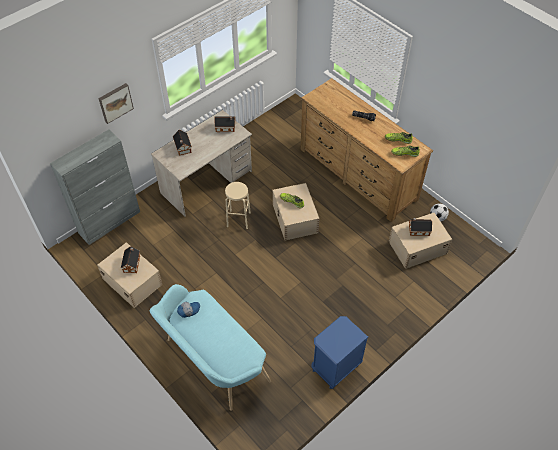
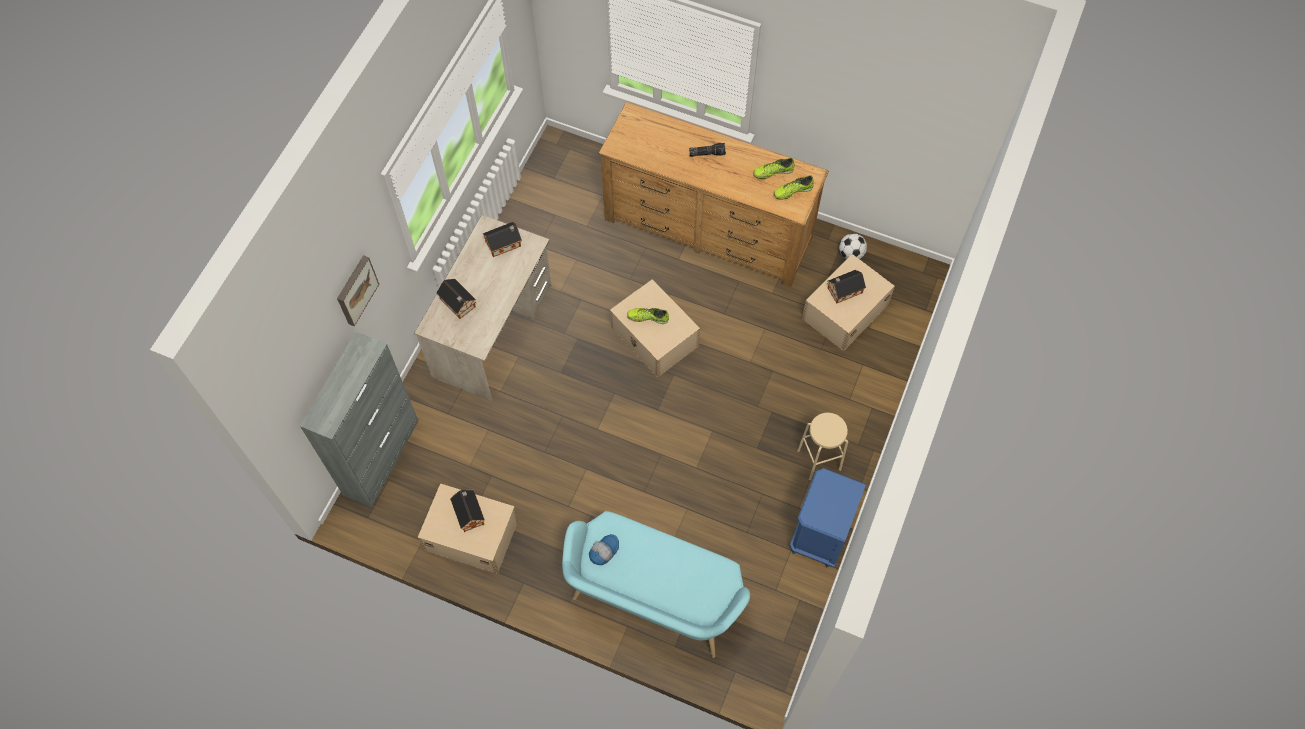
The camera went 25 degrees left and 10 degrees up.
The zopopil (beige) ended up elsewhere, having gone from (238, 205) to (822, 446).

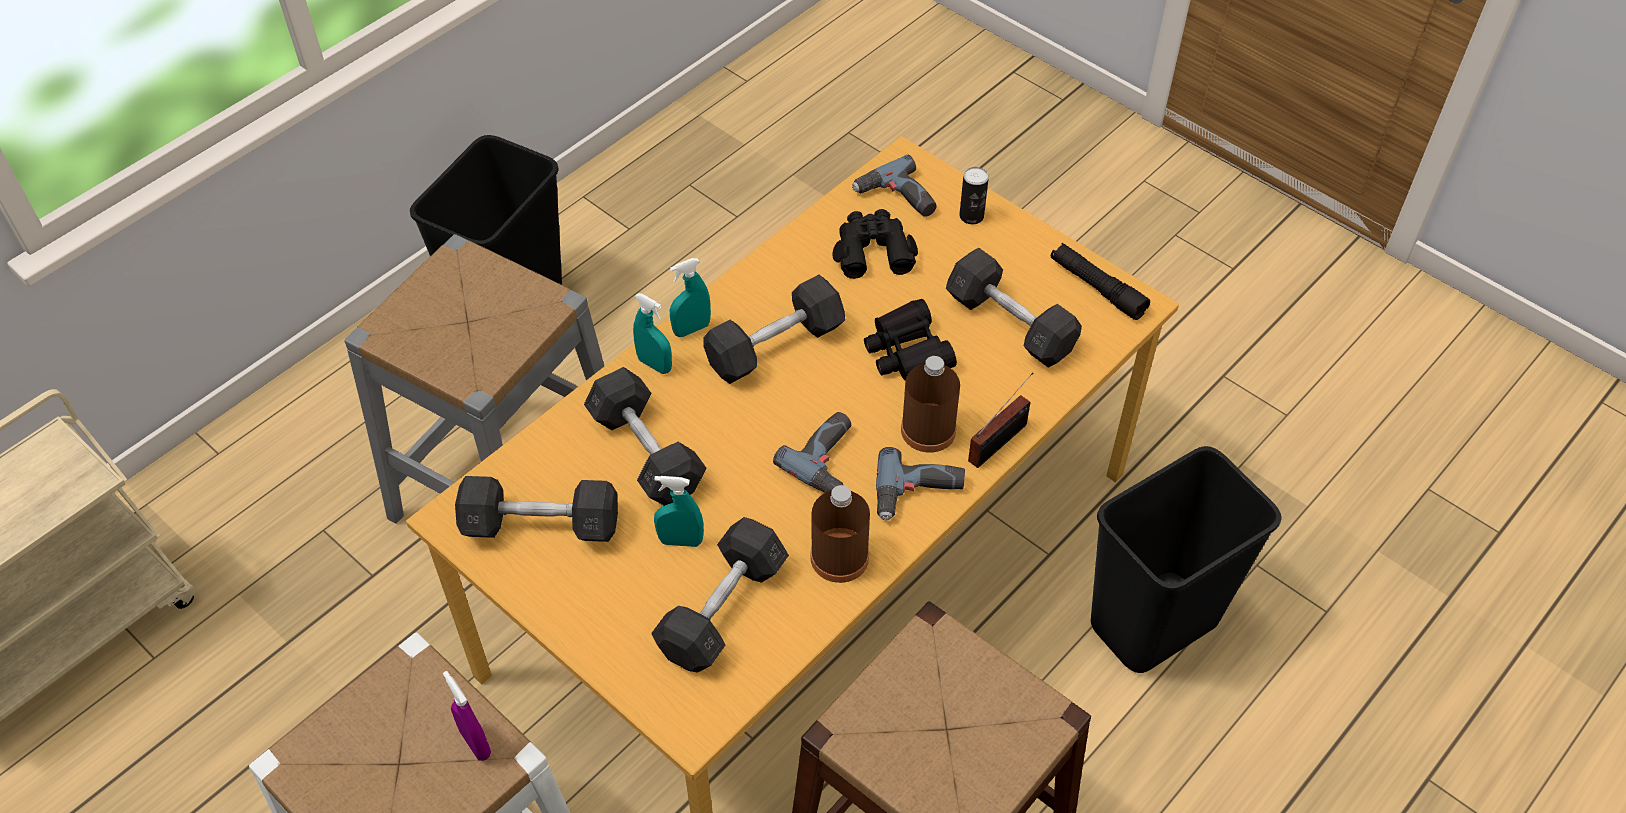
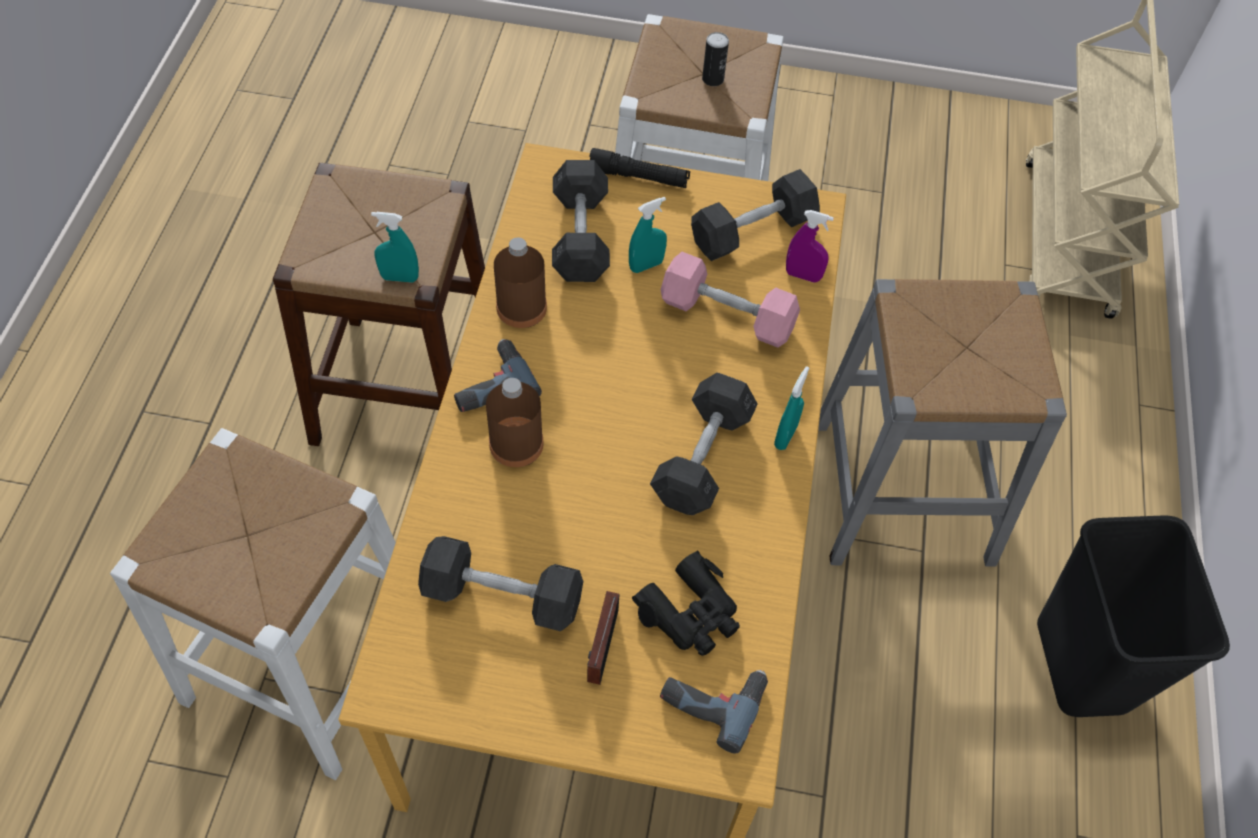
The camera went 145 degrees right and 5 degrees up.
Where the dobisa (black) stood at (1186, 559), the zopopil (white) came to stand at (253, 604).
The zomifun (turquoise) ended up elsewhere, having gone from (652, 333) to (395, 247).
The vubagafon ended up elsewhere, having gone from (1000, 420) to (603, 638).
The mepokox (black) ended up elsewhere, having gone from (1100, 281) to (640, 168).
What was the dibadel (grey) at (645, 436) turned into the dibadel (pink) at (730, 300).
The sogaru ended up elsewhere, having gone from (974, 195) to (715, 59).
The zomifun (purple) ended up elsewhere, having gone from (467, 716) to (810, 246).
The second view lost the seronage at (812, 452).
The second view lost the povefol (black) at (910, 340).

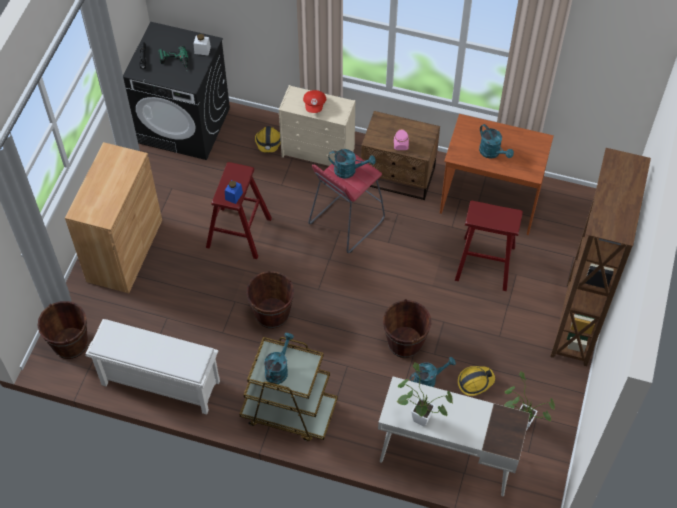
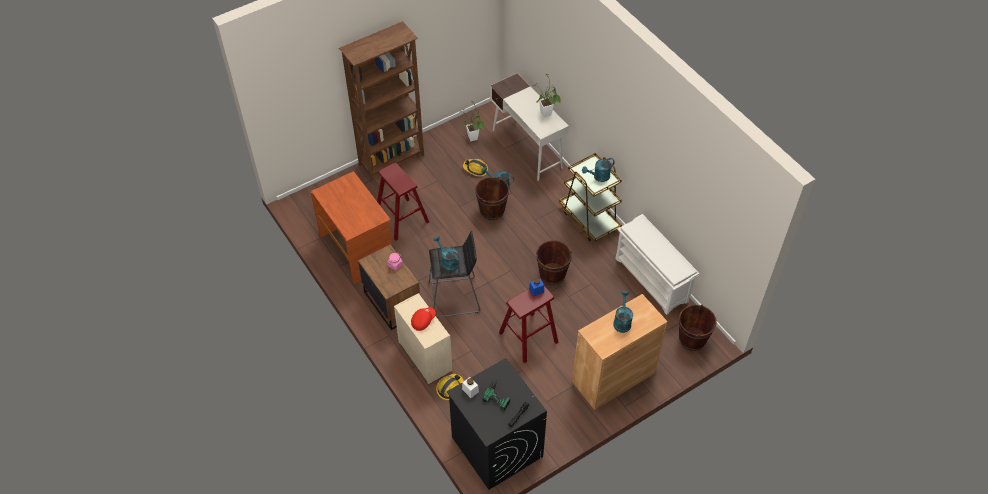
The camera went 140 degrees left and 5 degrees down.
What was the zopopil (red) at (346, 203) turned into the zopopil (black) at (454, 274).
The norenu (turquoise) ended up elsewhere, having gone from (496, 141) to (623, 312).

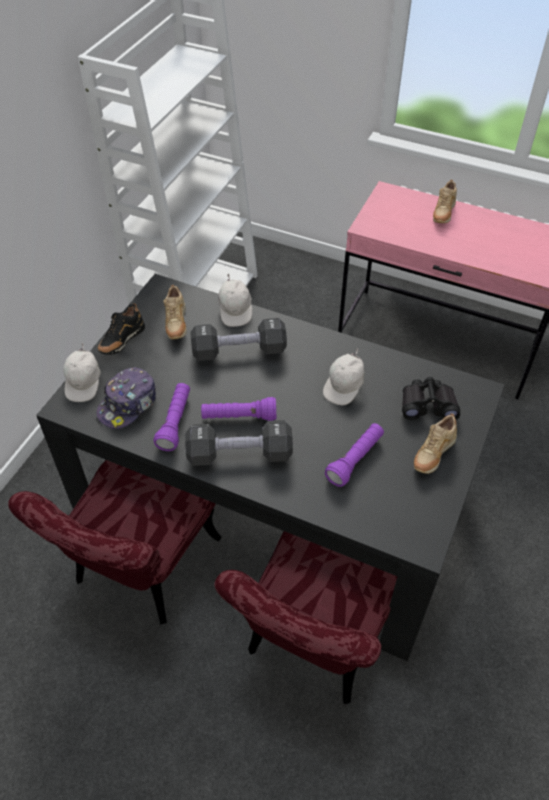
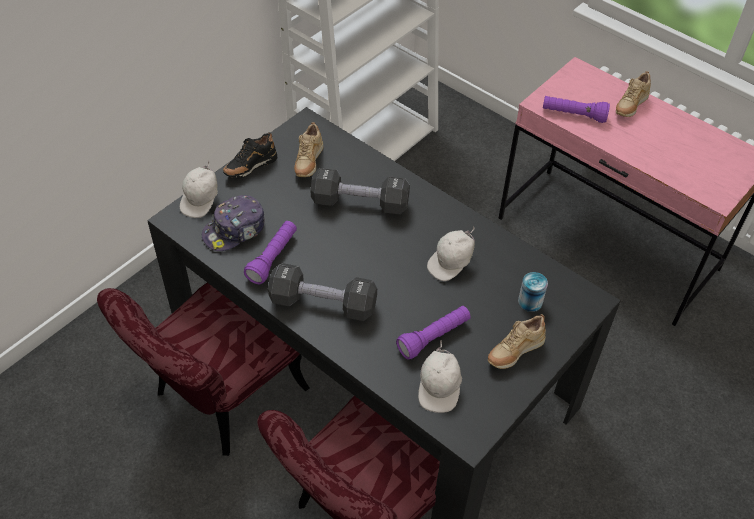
The camera went 15 degrees right and 0 degrees up.
The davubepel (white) ended up elsewhere, having gone from (235, 300) to (440, 376).
Where the povefol (black) stood at (431, 398), the sogaru came to stand at (533, 292).
The mepokox (purple) ended up elsewhere, having gone from (238, 409) to (576, 109).

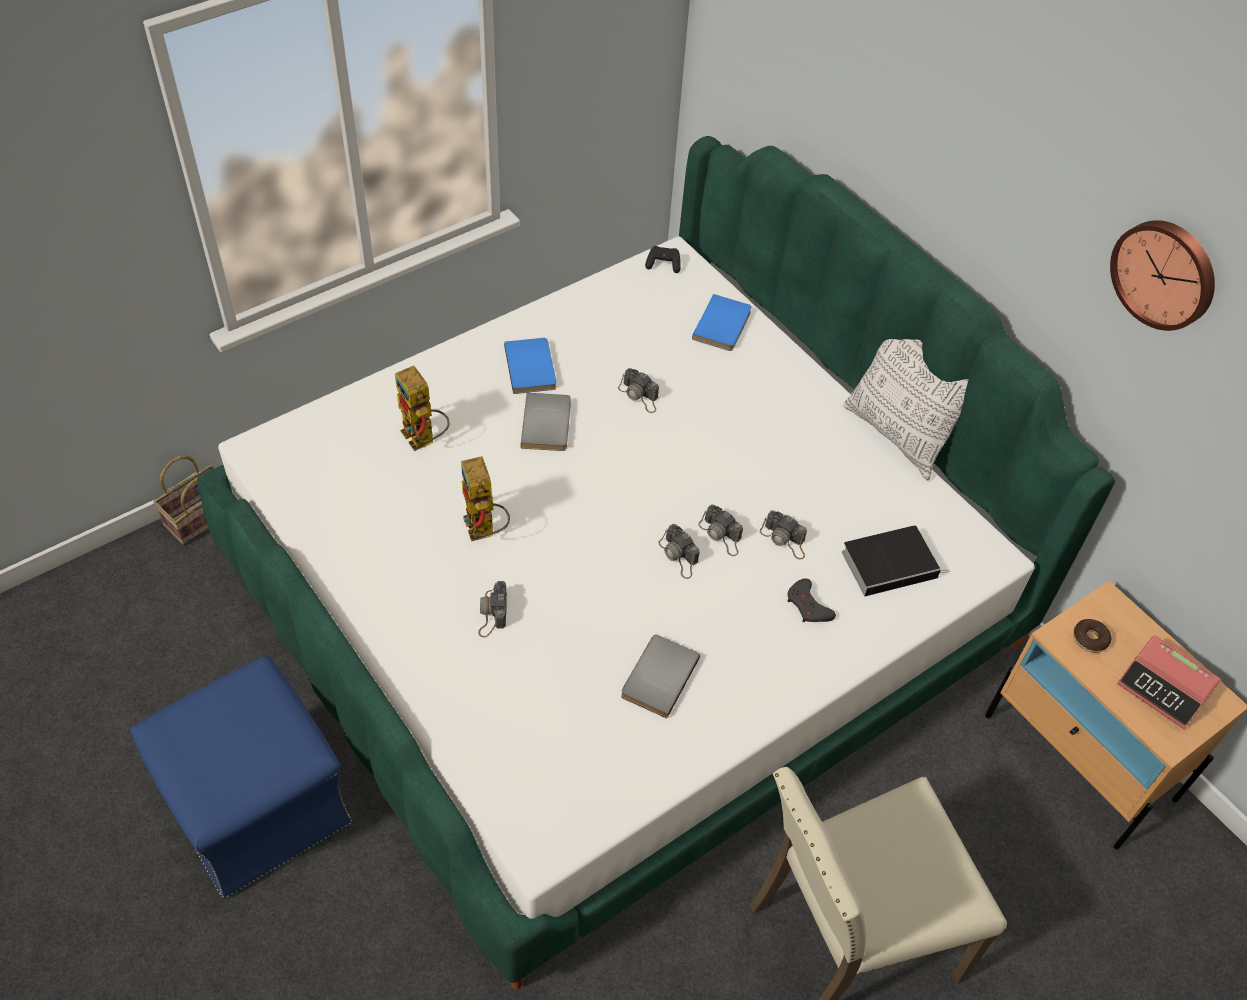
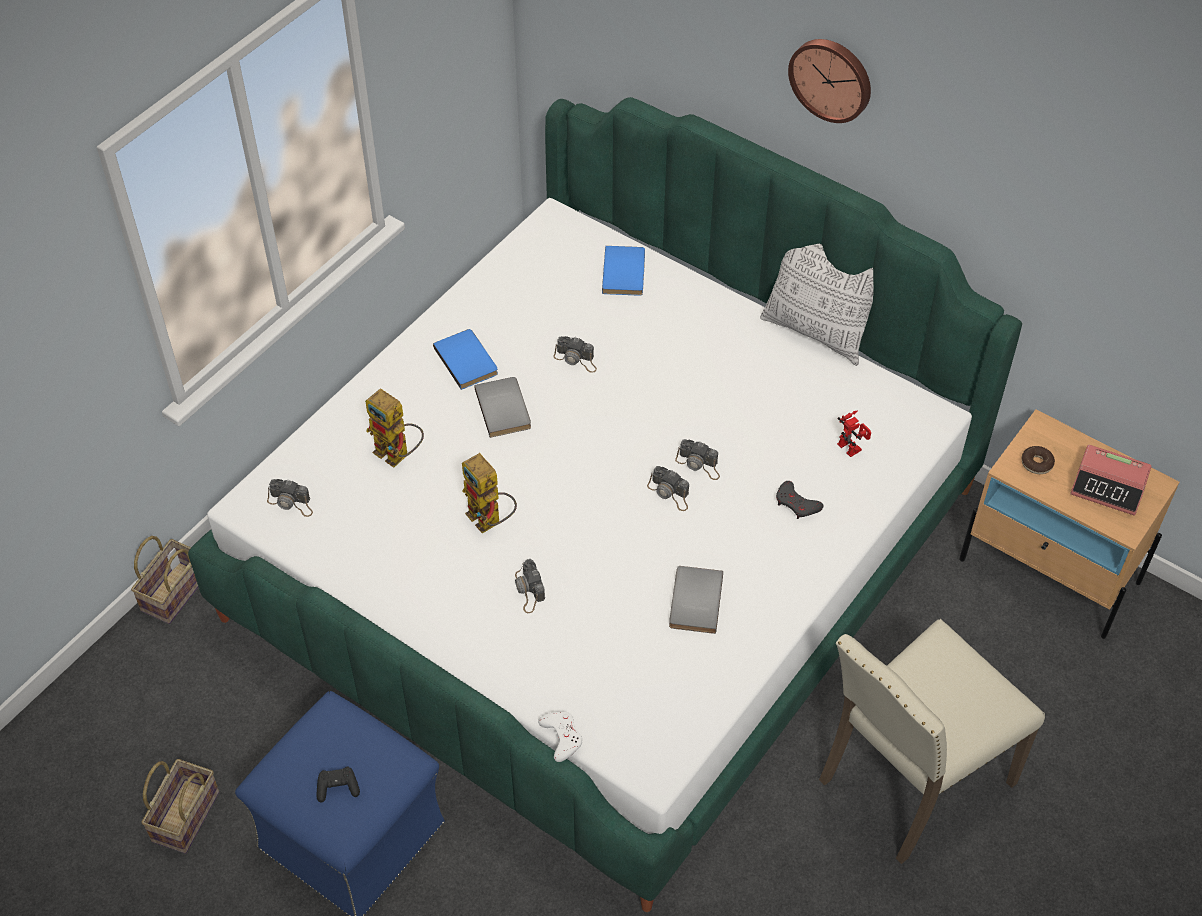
The camera went 15 degrees left and 0 degrees up.
The second view gained the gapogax at (180, 806).
The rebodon ended up elsewhere, having gone from (783, 535) to (290, 498).
The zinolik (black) ended up elsewhere, having gone from (663, 259) to (338, 785).
The second view gained the zinolik (white) at (560, 736).
The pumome ended up elsewhere, having gone from (1162, 275) to (829, 81).
Where the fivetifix stood at (896, 561), the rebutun came to stand at (854, 433).

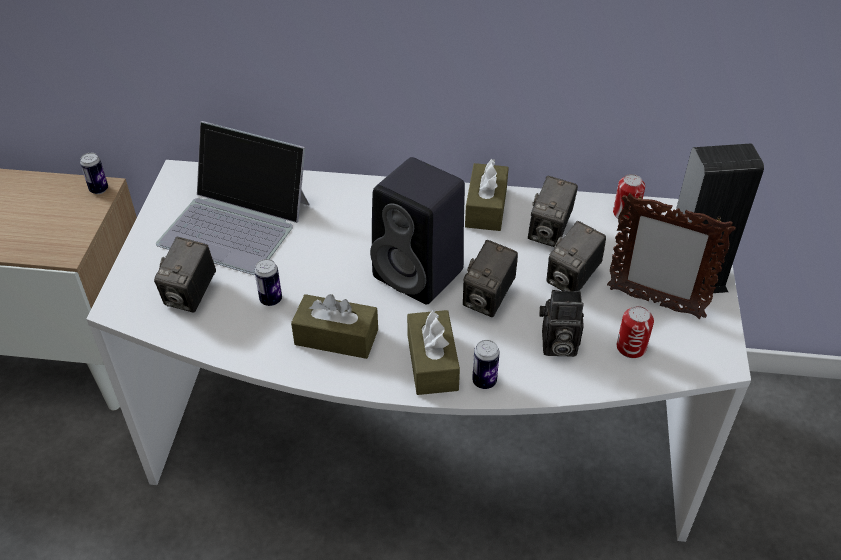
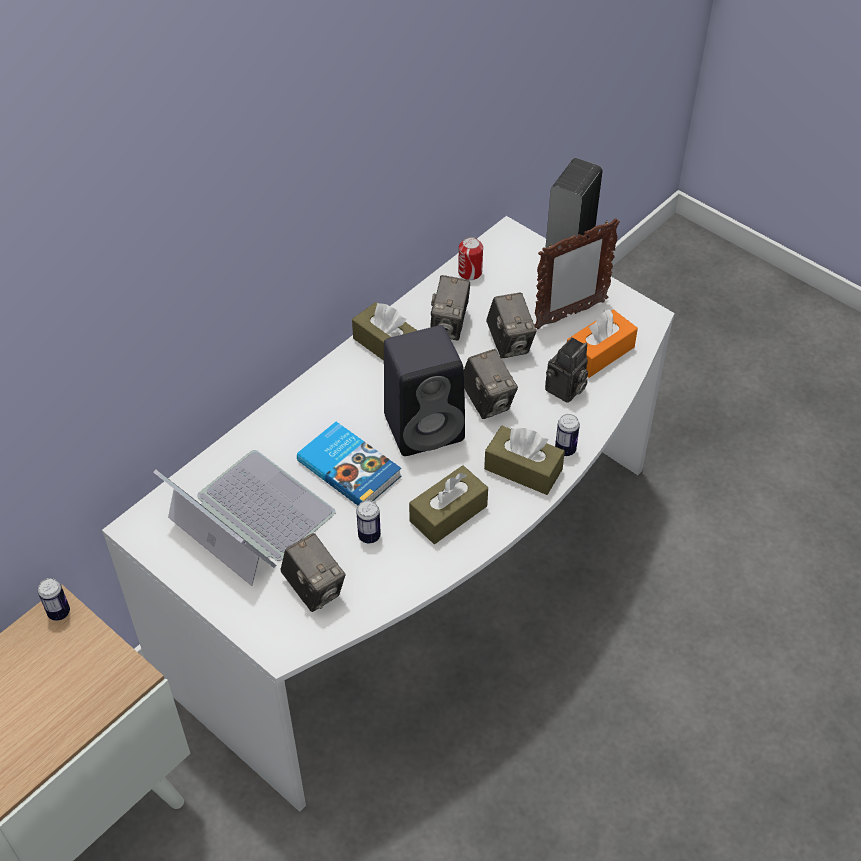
The camera went 55 degrees left and 5 degrees up.
The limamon at (233, 198) ended up facing another way, 105 degrees counterclockwise from before.
The second view gained the fivetifix at (349, 464).
The rebodon at (553, 211) ended up facing another way, 45 degrees clockwise from before.
Where the sogaru stood at (635, 332), the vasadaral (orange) came to stand at (602, 343).

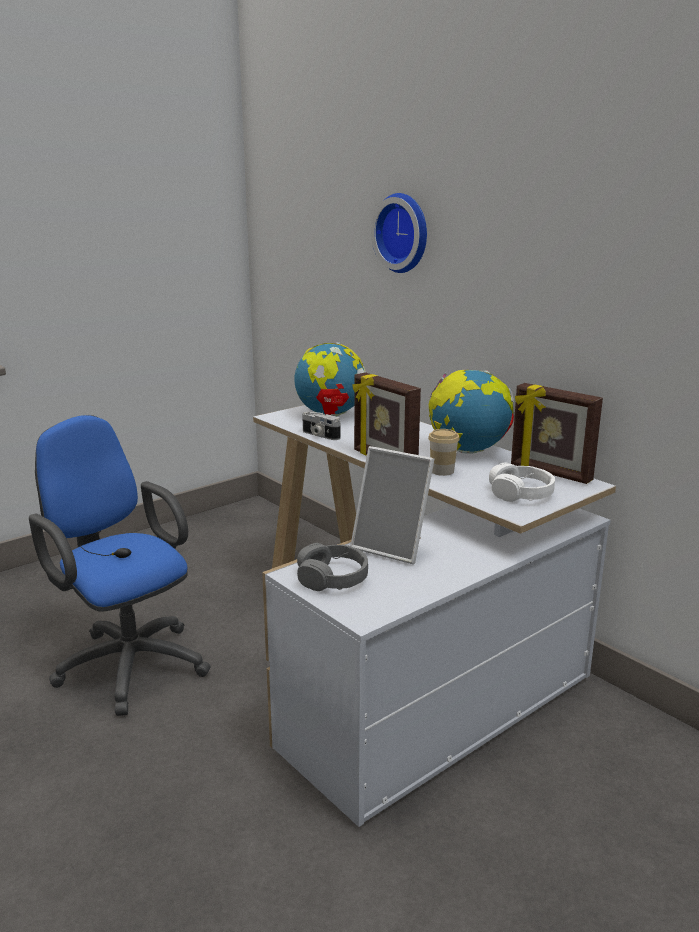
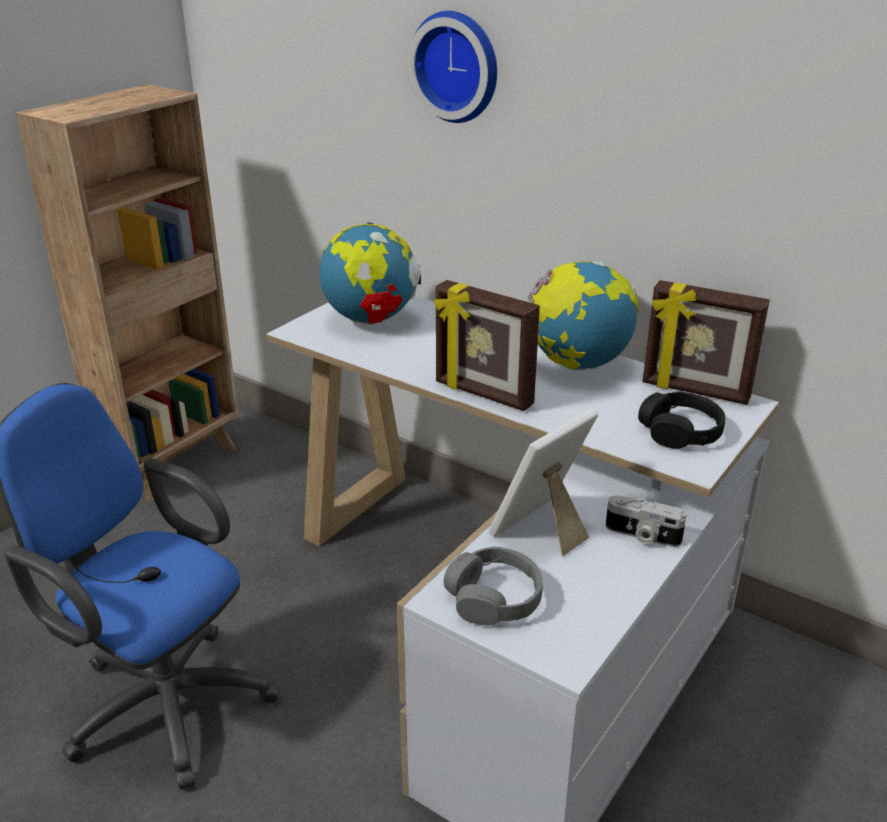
The camera went 15 degrees left and 10 degrees up.
The second view gained the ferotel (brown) at (127, 293).
The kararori at (392, 505) ended up facing another way, 120 degrees clockwise from before.
The rebodon ended up elsewhere, having gone from (321, 426) to (646, 521).
What was the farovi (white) at (522, 482) turned into the farovi (black) at (681, 420).
The second view lost the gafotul at (444, 452).

